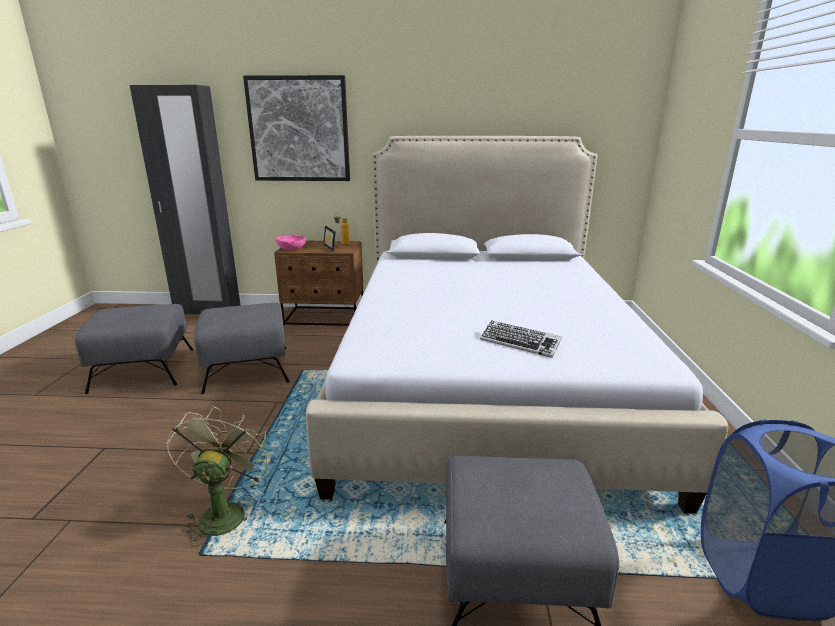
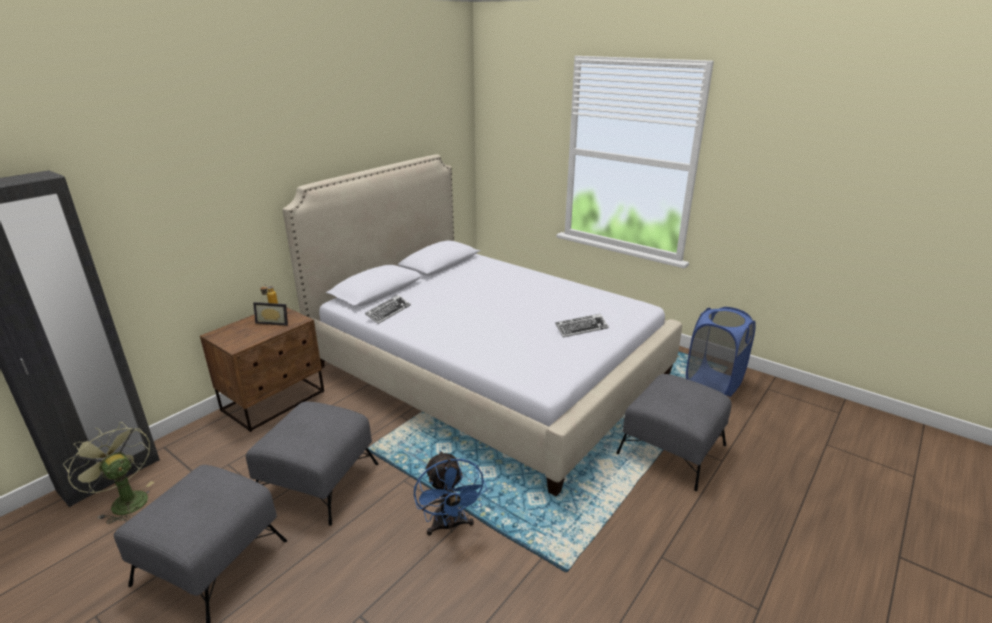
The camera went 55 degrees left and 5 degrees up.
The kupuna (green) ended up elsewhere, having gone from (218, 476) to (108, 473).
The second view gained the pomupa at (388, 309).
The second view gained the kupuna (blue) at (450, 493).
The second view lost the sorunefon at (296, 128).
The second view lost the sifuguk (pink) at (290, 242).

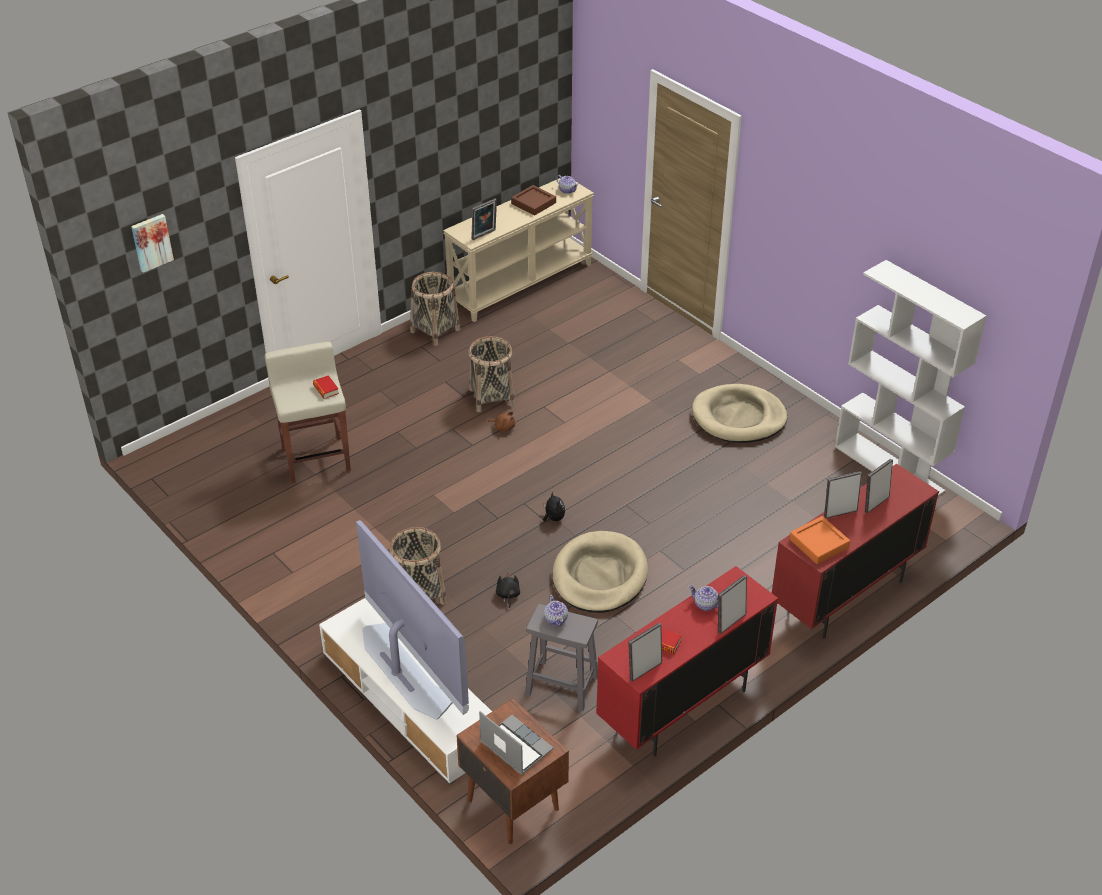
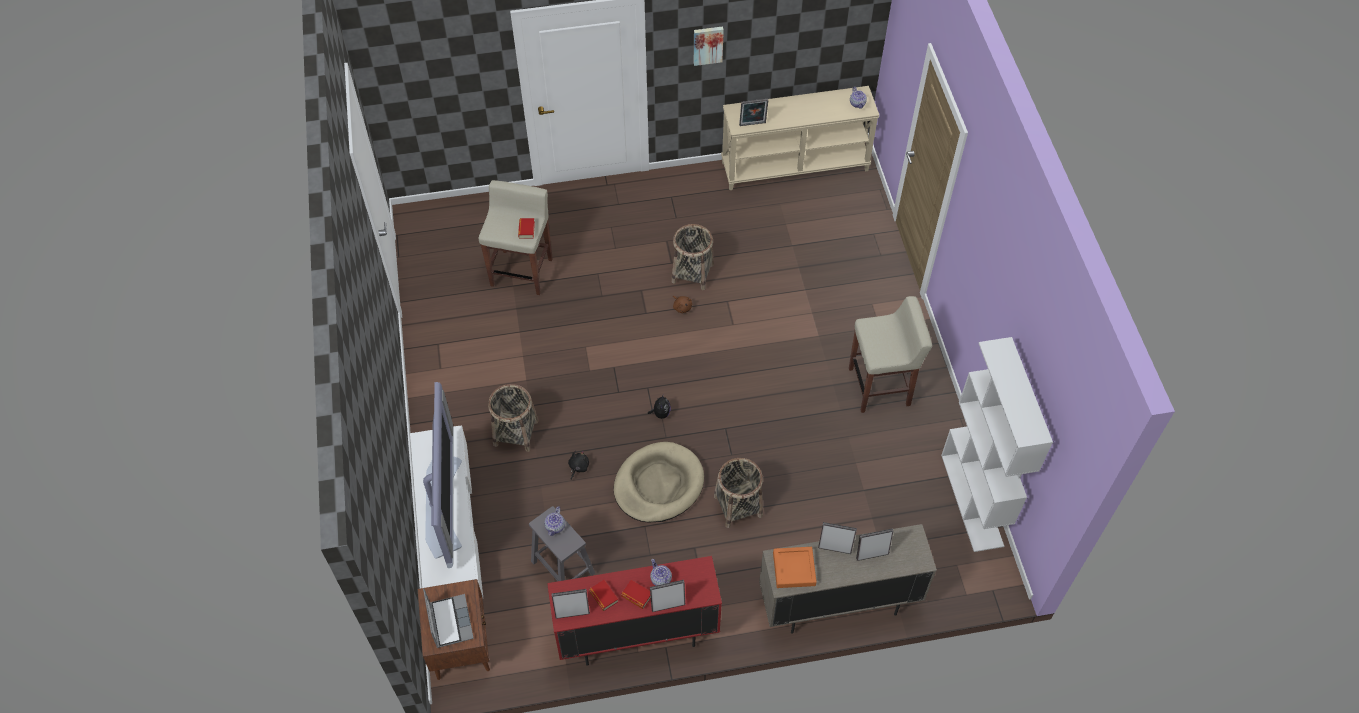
The camera went 30 degrees right and 15 degrees up.
The second view gained the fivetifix at (636, 594).
The sorunefon ended up elsewhere, having gone from (152, 243) to (709, 46).
The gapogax ended up elsewhere, having gone from (435, 309) to (738, 493).
What was the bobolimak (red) at (855, 551) turned into the bobolimak (beige) at (848, 578).
Where the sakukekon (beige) stood at (739, 413), the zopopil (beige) came to stand at (890, 354).
The second view lost the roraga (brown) at (533, 200).

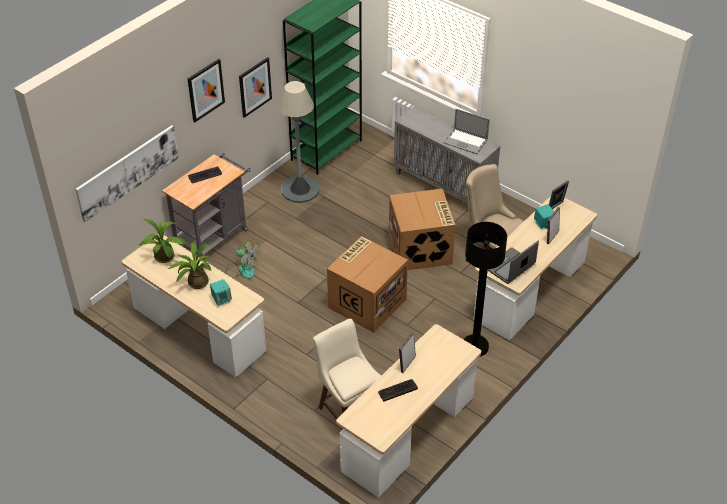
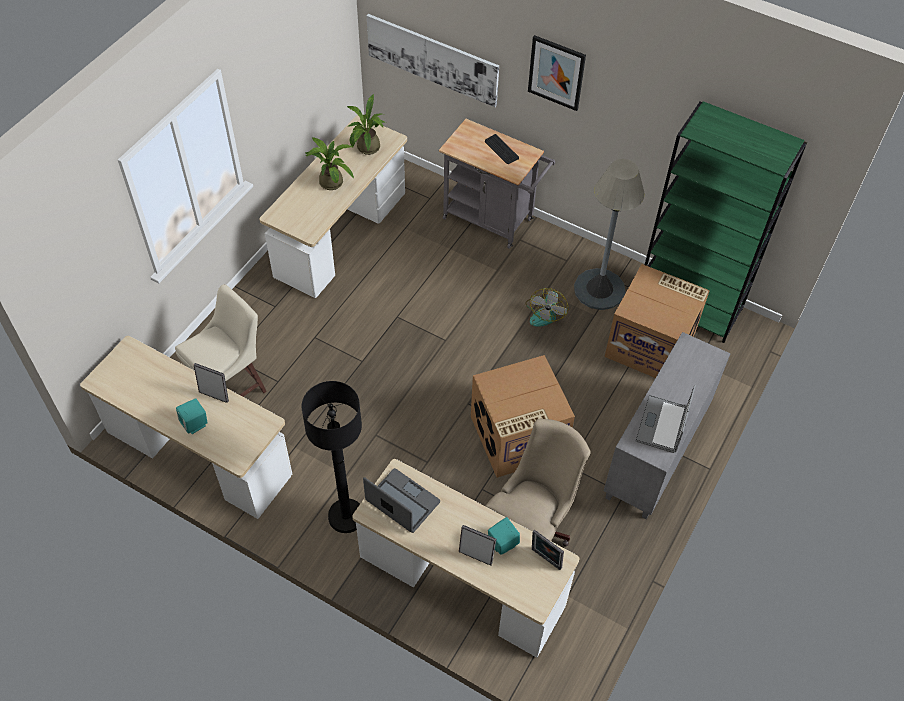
The camera went 80 degrees right and 10 degrees up.
The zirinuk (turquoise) ended up elsewhere, having gone from (221, 292) to (192, 416).
The kupuna ended up elsewhere, having gone from (243, 259) to (546, 307).
The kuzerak ended up elsewhere, having gone from (367, 284) to (657, 321).
The second view lost the sorunefon at (255, 87).
The second view lost the pomupa at (398, 390).

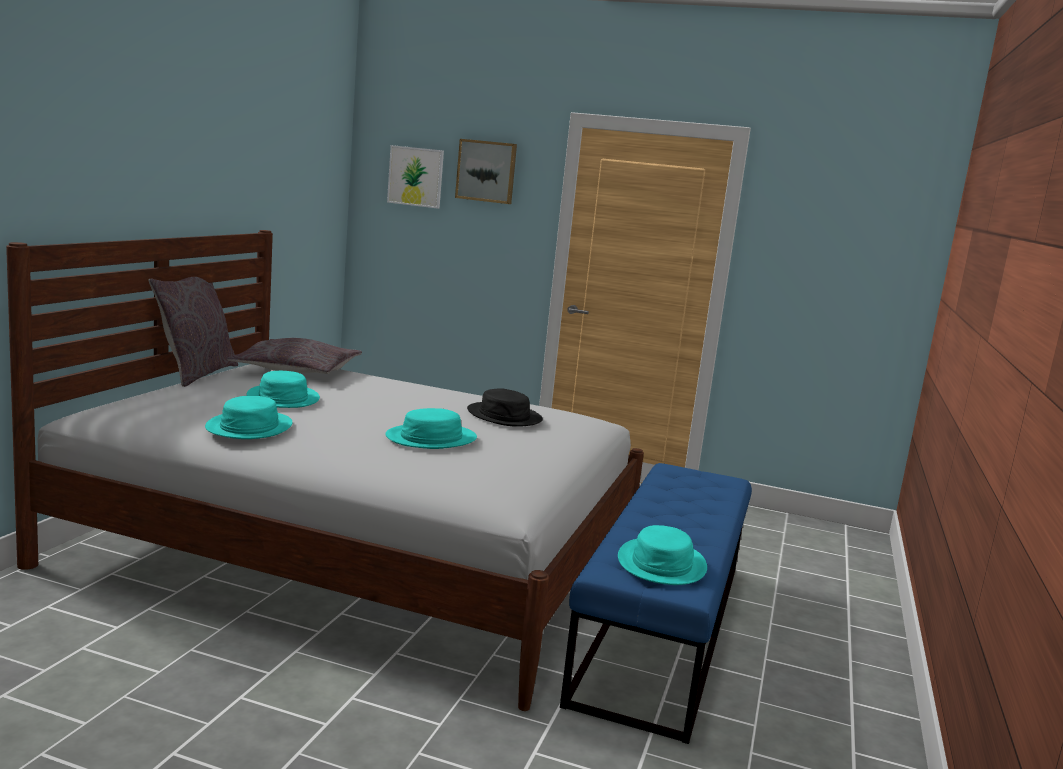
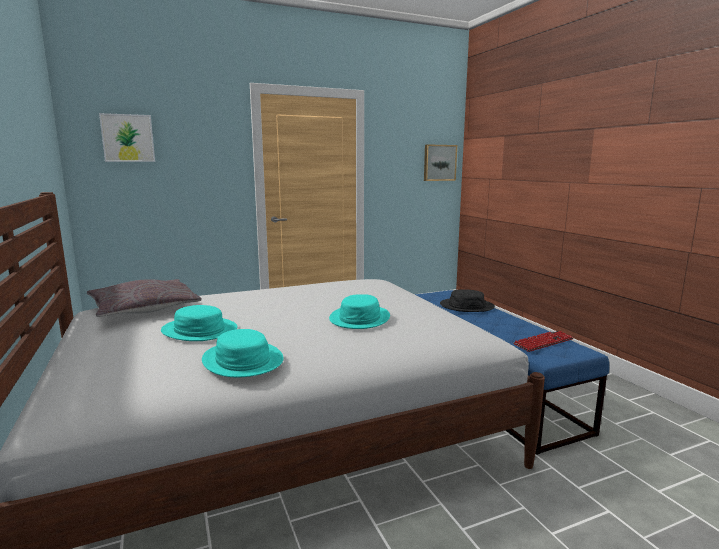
The camera went 40 degrees left and 0 degrees up.
The sorunefon ended up elsewhere, having gone from (486, 171) to (440, 162).
The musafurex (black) ended up elsewhere, having gone from (505, 407) to (467, 300).
Where the musafurex (turquoise) stood at (662, 555), the pomupa came to stand at (543, 341).
The second view lost the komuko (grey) at (193, 332).

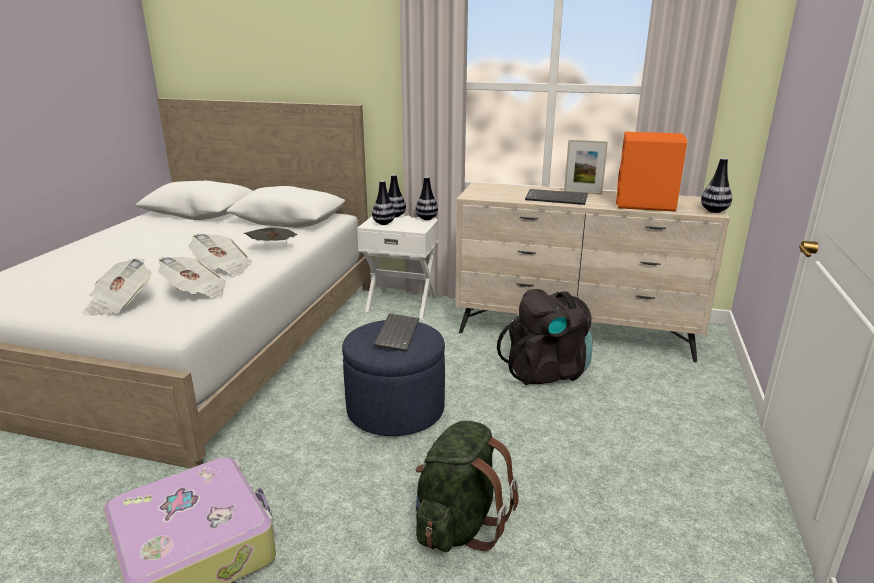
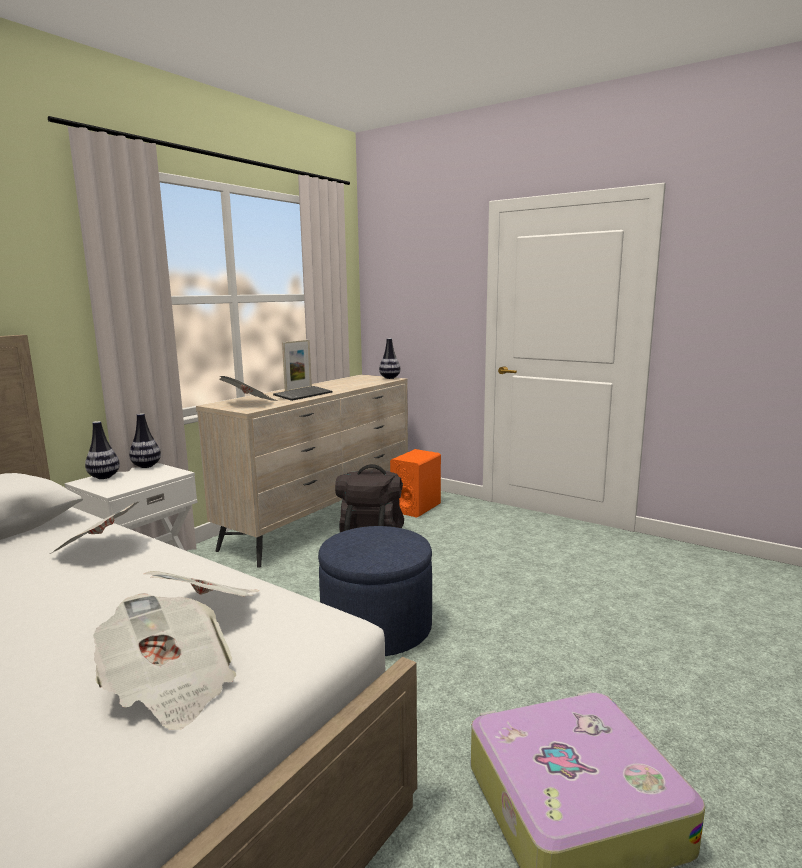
The camera went 70 degrees left and 10 degrees down.
The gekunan ended up elsewhere, having gone from (219, 254) to (248, 388).
The zirinuk (orange) ended up elsewhere, having gone from (651, 172) to (415, 483).
The second view lost the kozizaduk at (383, 202).
The second view lost the pomupa at (396, 332).
The second view lost the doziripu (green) at (467, 486).

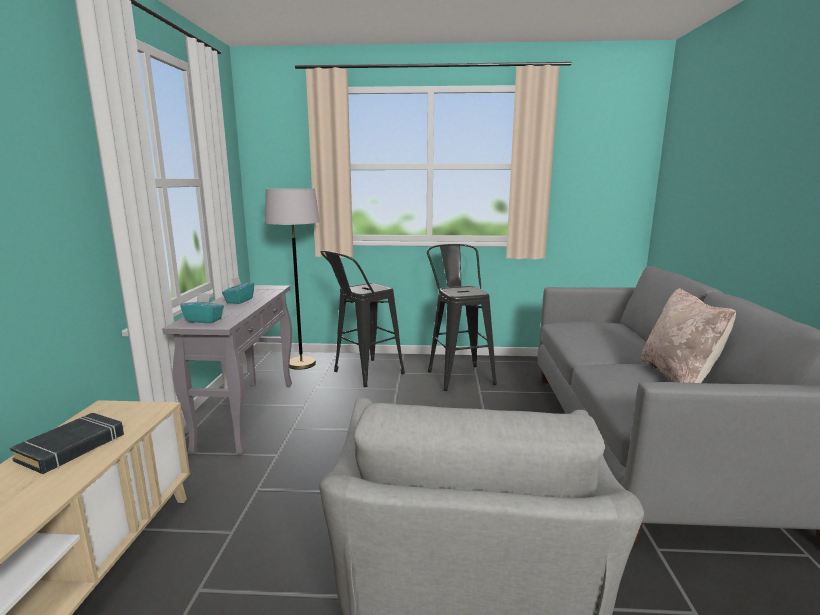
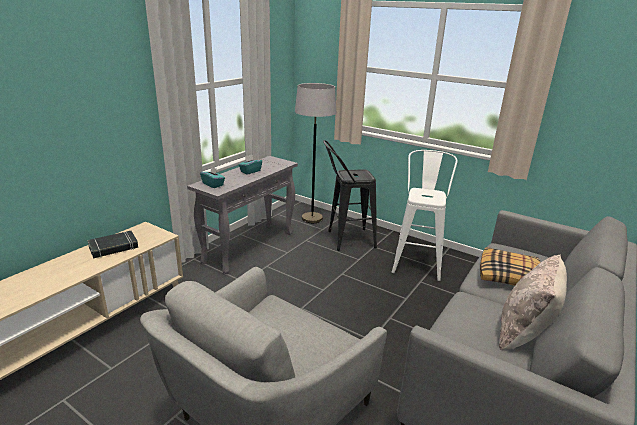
The camera went 30 degrees right and 10 degrees up.
What was the zopopil (black) at (462, 317) turned into the zopopil (white) at (425, 215).
The second view gained the komuko at (510, 266).

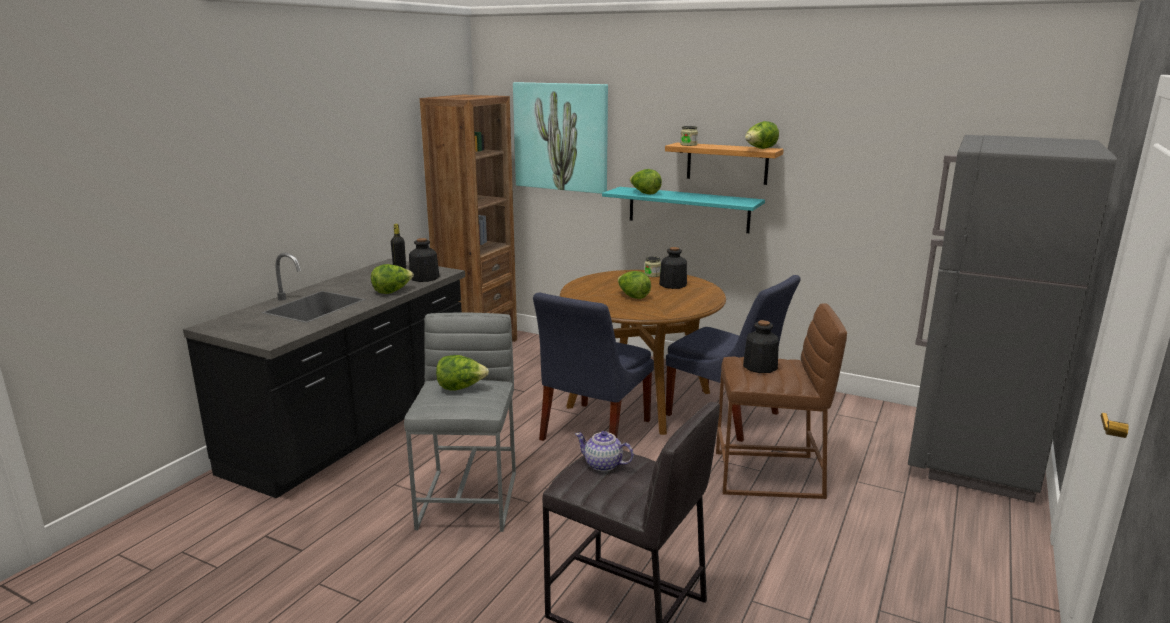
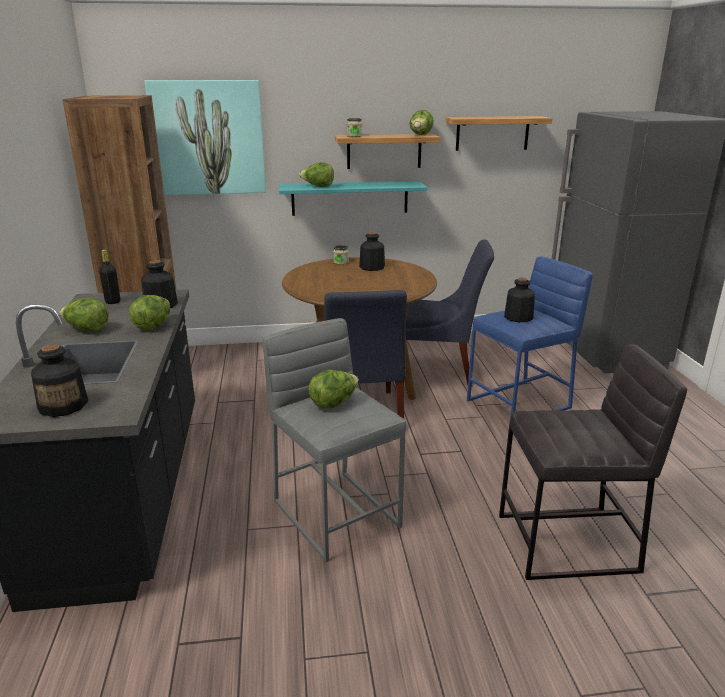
The camera went 35 degrees left and 5 degrees up.
The second view gained the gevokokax at (59, 380).
The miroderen ended up elsewhere, having gone from (634, 285) to (84, 315).
The second view gained the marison at (499, 133).
What was the zopopil (brown) at (781, 401) turned into the zopopil (blue) at (530, 335).
The second view lost the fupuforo at (604, 451).

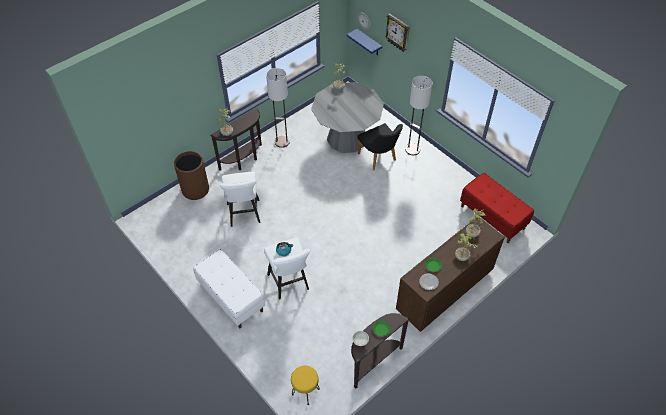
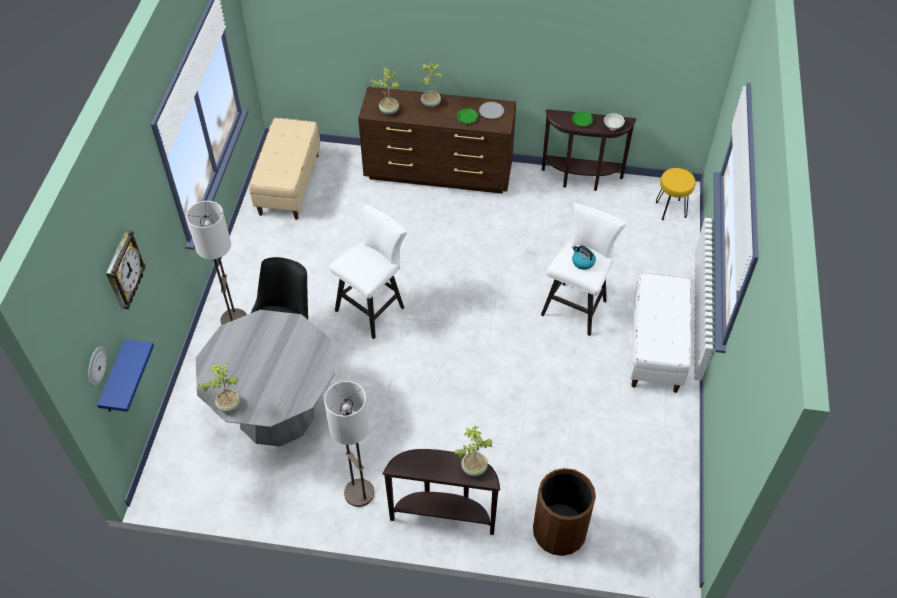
The camera went 130 degrees left and 0 degrees up.
What was the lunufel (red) at (497, 208) turned into the lunufel (beige) at (284, 169).
The zopopil (white) ended up elsewhere, having gone from (240, 199) to (368, 271).

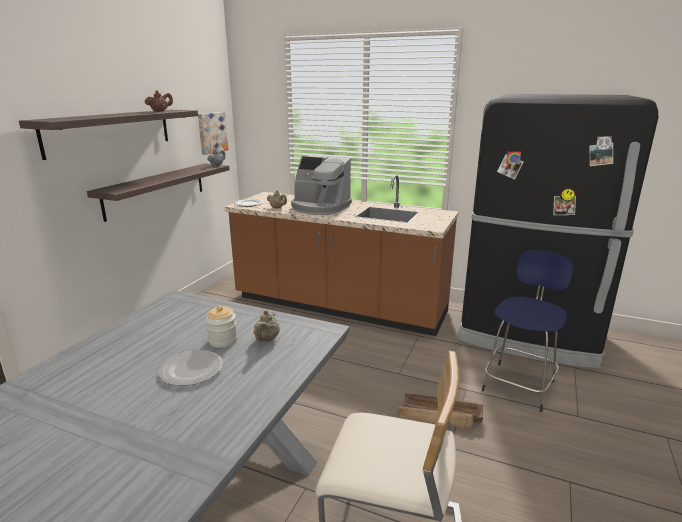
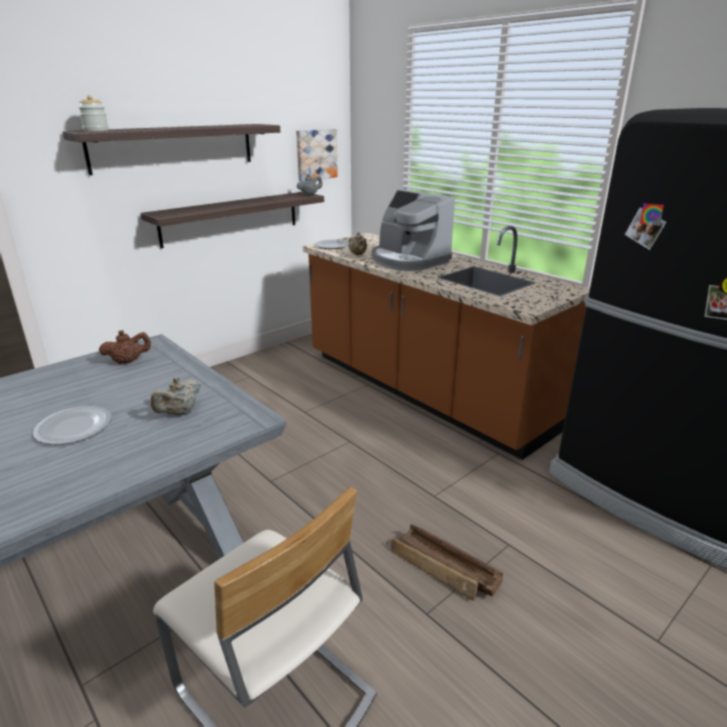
The camera went 25 degrees right and 5 degrees up.
The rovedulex ended up elsewhere, having gone from (221, 326) to (93, 113).
The fupuforo (brown) ended up elsewhere, having gone from (159, 101) to (125, 347).
The second view lost the zopopil (blue) at (527, 331).

